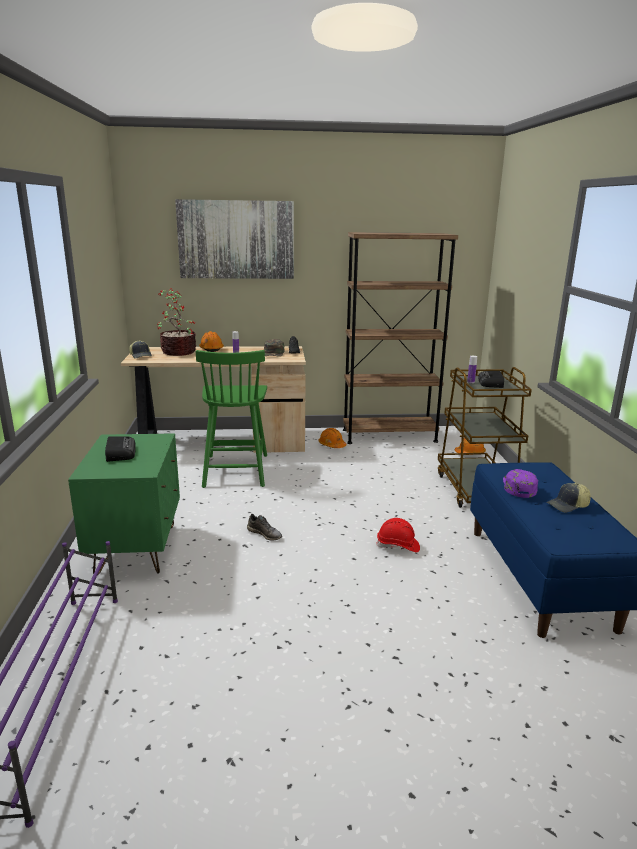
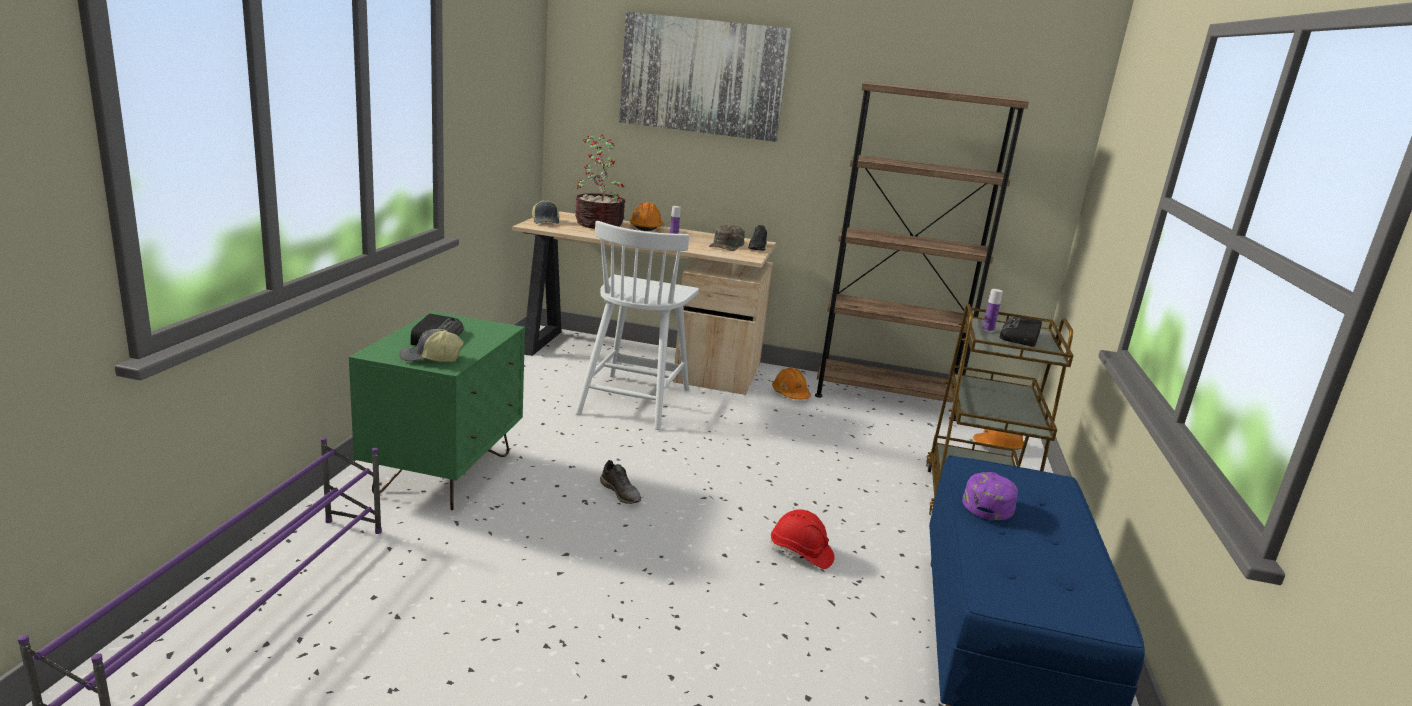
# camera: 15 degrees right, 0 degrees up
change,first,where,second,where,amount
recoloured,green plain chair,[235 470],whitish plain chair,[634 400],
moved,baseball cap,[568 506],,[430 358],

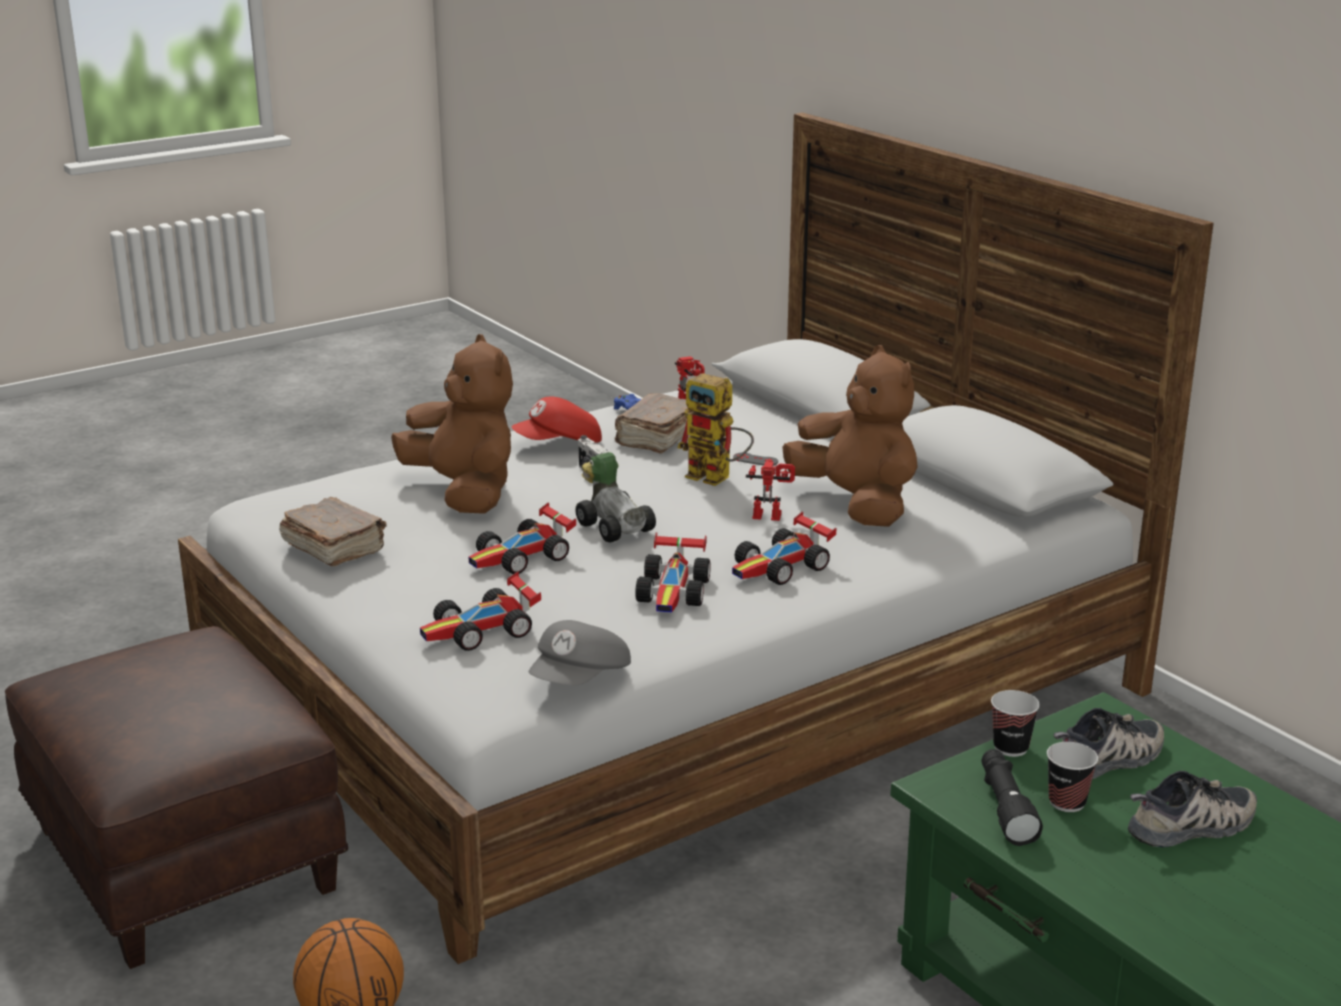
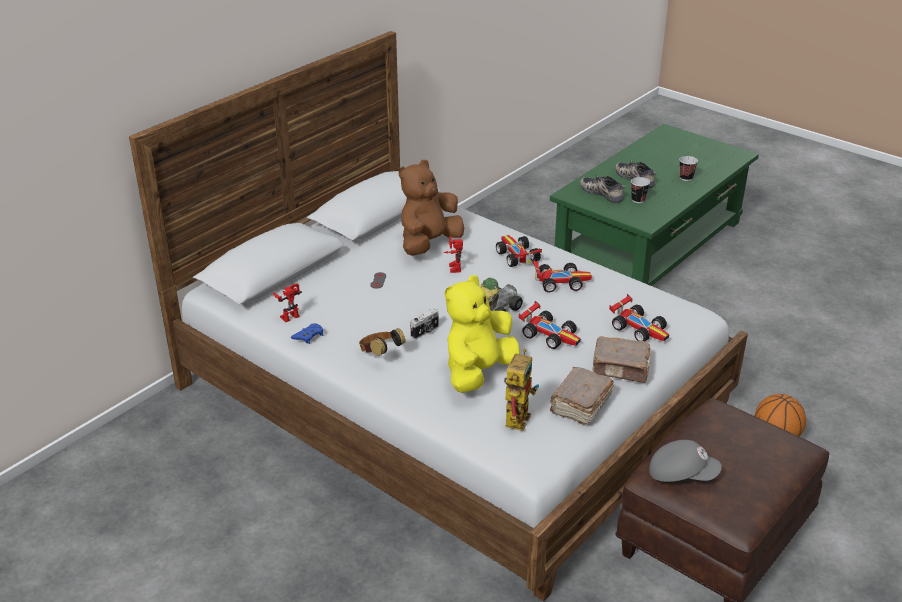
# camera: 105 degrees left, 10 degrees up
change,first,where,second,where,amount
recoloured,brown plush toy,[464 493],yellow-coloured plush toy,[478 373],
replaced,red baseball cap,[559 444],pair of headphones,[380 354],
moved,gray baseball cap,[581 680],,[682 474],
moved,brown volume,[657 438],,[621 368],
moved,model robot,[717 478],,[517 415],
turned,model car,[782 568],,[516 256],150 degrees counterclockwise
removed,black torch,[1005 807],,,
moved,small cup,[1010 747],,[686 178],

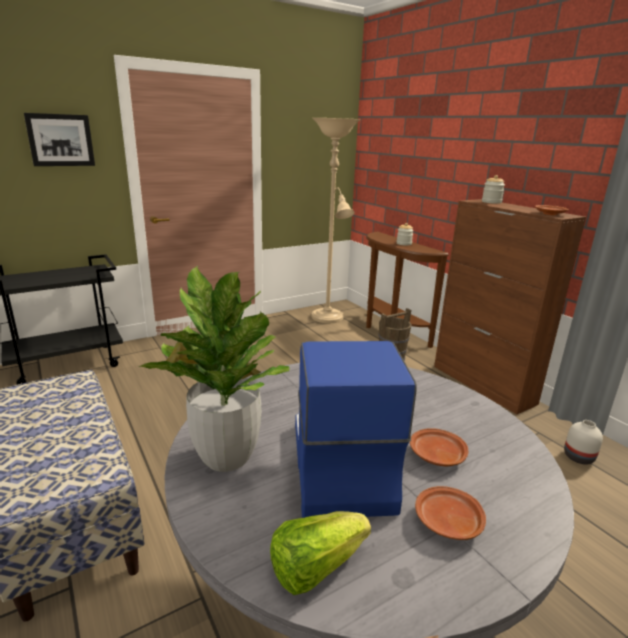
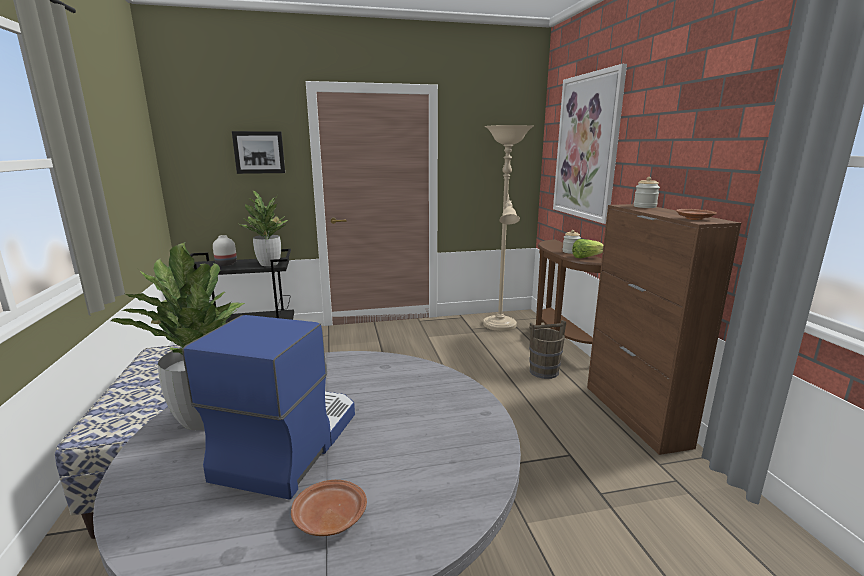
# camera: 20 degrees right, 5 degrees down
change,first,where,second,where,amount
moved,lettuce,[315 567],,[586 257],
removed,brown dinner plate,[436 455],,,
moved,whitish decorative vase,[579 457],,[226 264],
added,,,houseplant,[269 264],
added,,,picture,[587 147],

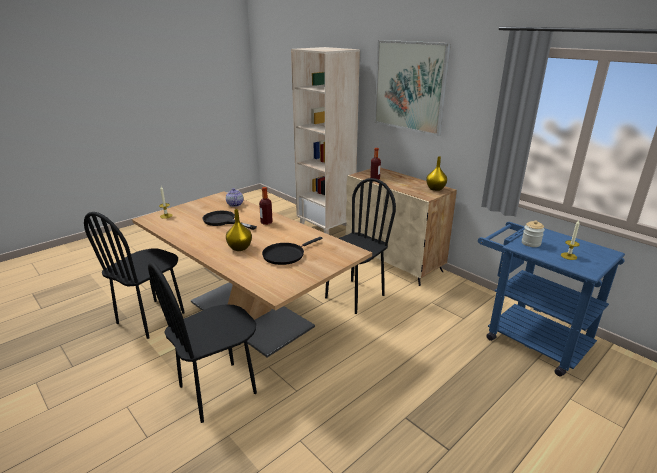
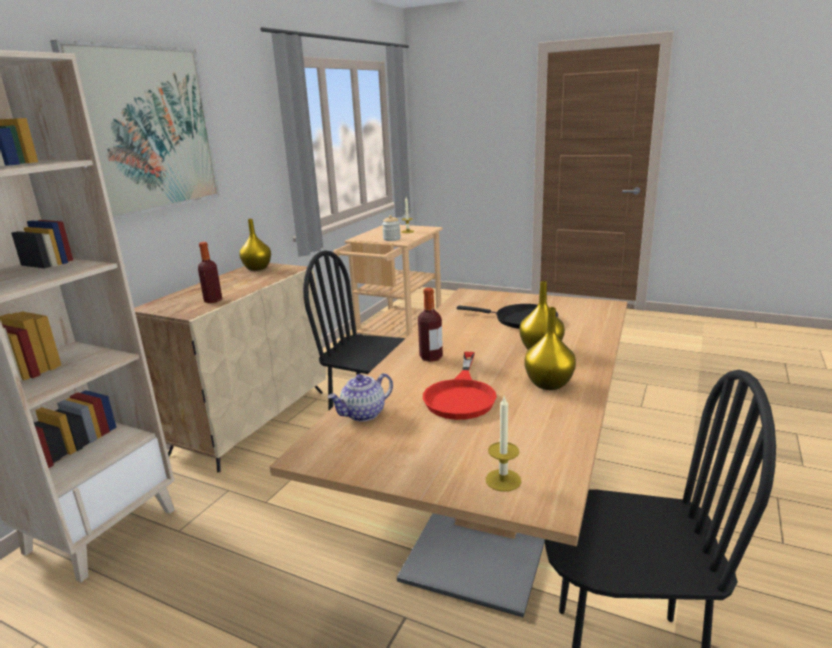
# camera: 110 degrees left, 5 degrees down
change,first,where,second,where,amount
removed,black plain chair,[218 390],,,
recoloured,black skillet,[223 221],red skillet,[461 395],
recoloured,blue wheeled cart,[528 338],beige wheeled cart,[396 335],
added,,,yellow-coloured decorative vase,[548 384],

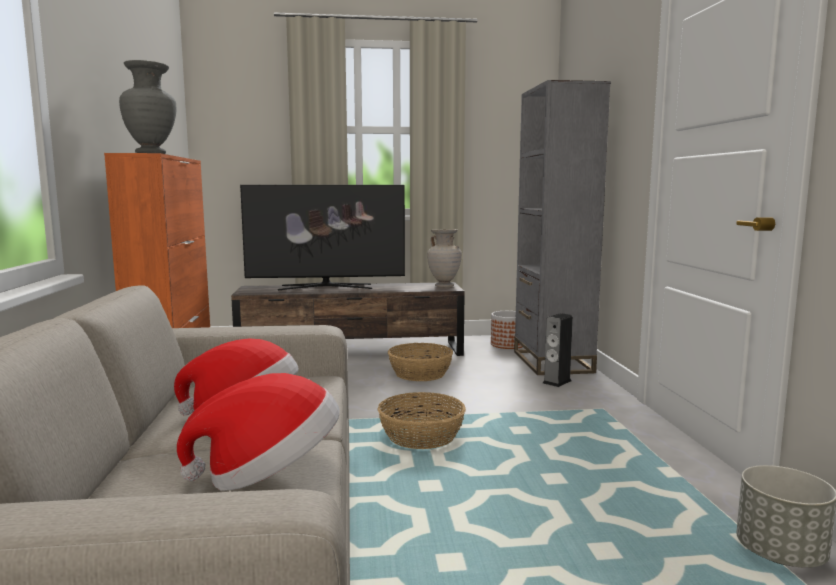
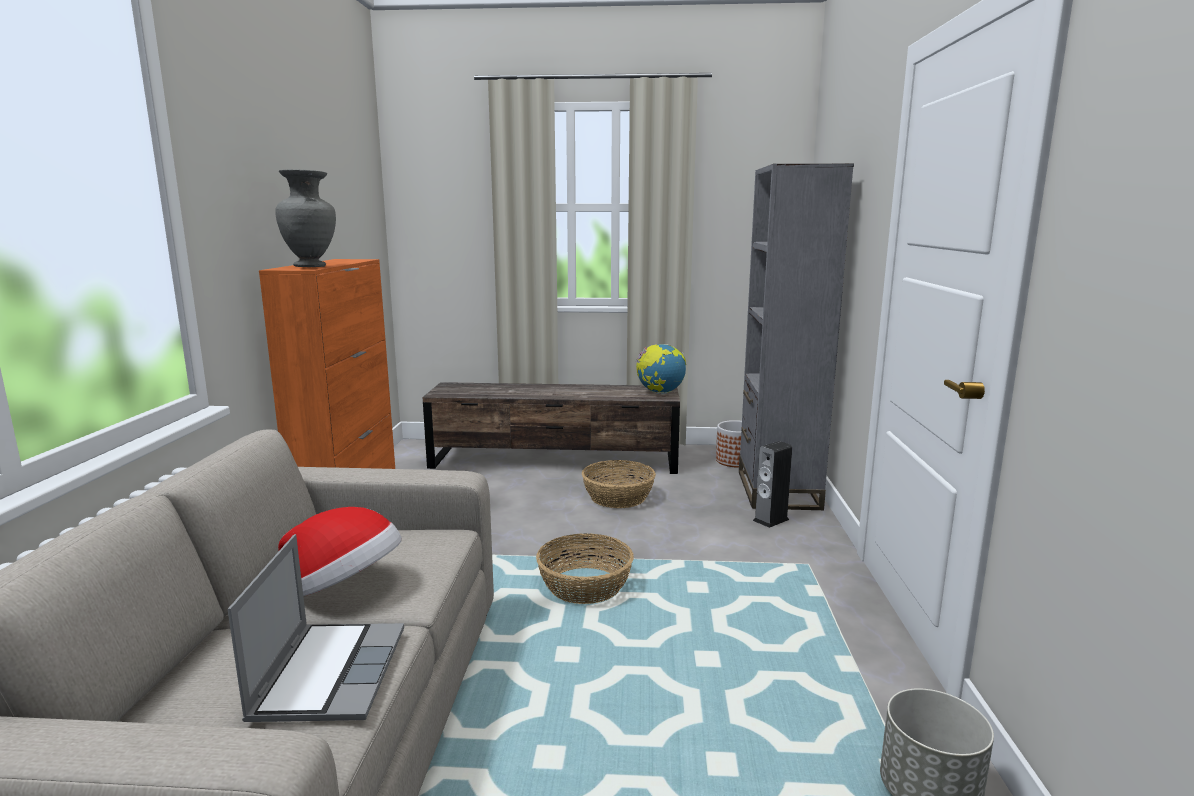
# camera: 10 degrees right, 5 degrees up
change,first,where,second,where,amount
replaced,clothing hat,[269 474],portable computer,[329 673],
removed,TV,[325 287],,,
replaced,beige decorative vase,[444 286],world globe,[660 393],

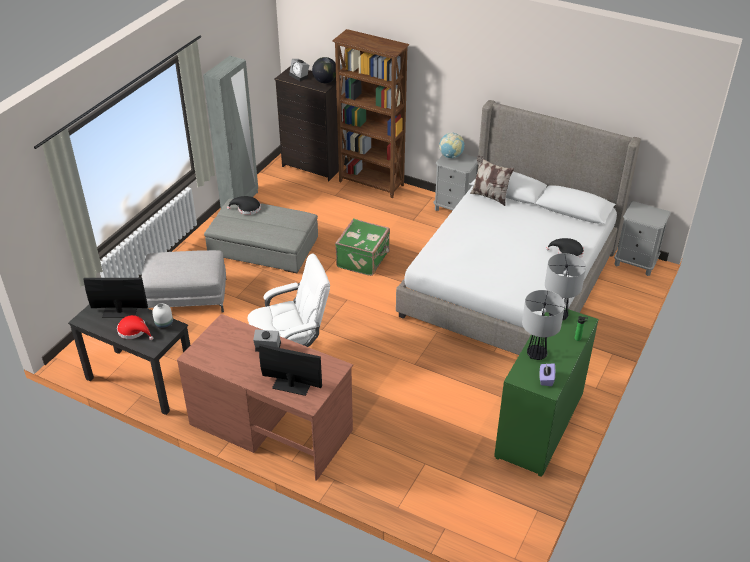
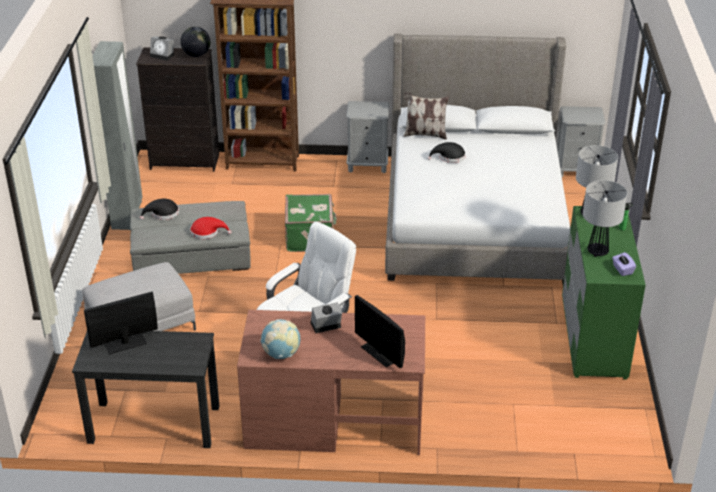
# camera: 25 degrees left, 5 degrees down
change,first,where,second,where,amount
moved,red clothing hat,[134 331],,[207 232],
removed,whitish decorative vase,[164 324],,,
turned,computer screen,[291 386],,[380 353],120 degrees counterclockwise
moved,world globe,[451 156],,[281 354],
moved,black clothing hat,[567 252],,[449 157],

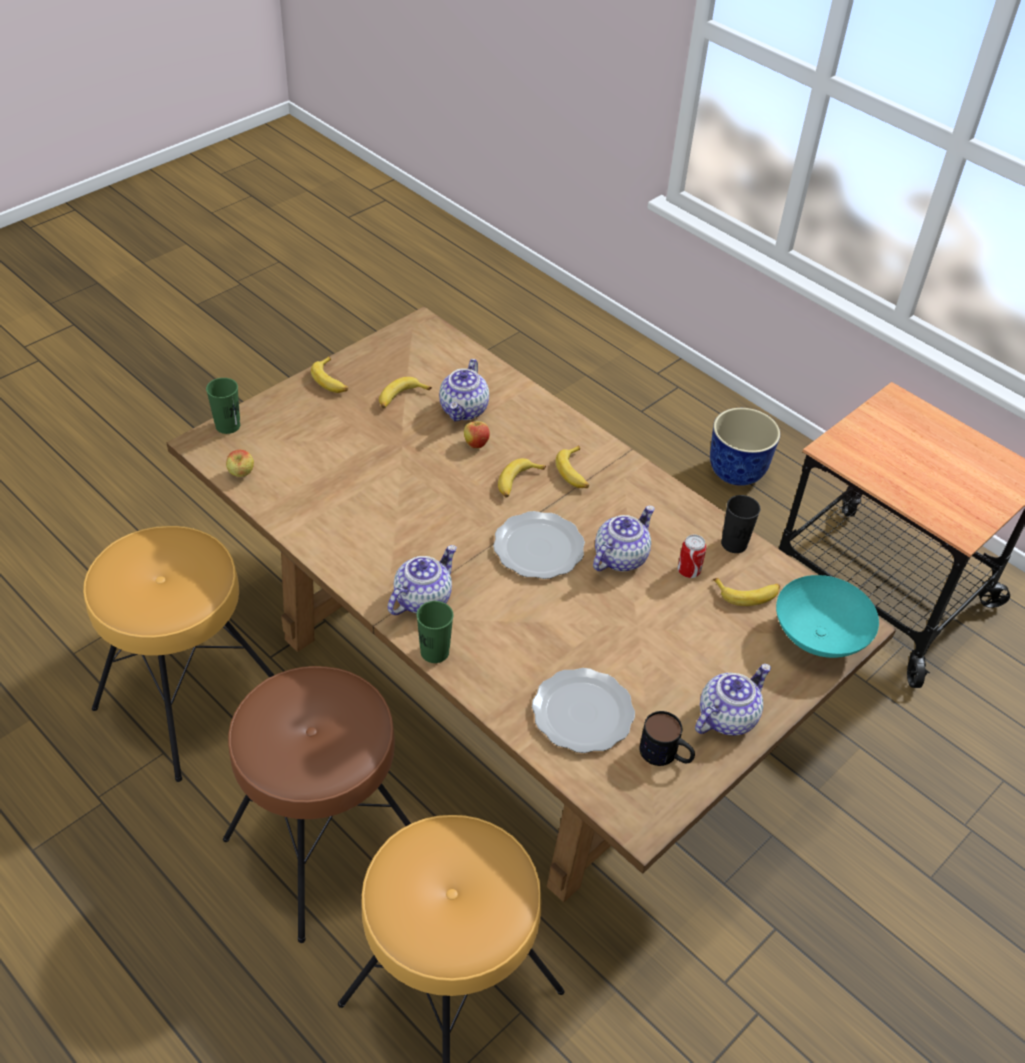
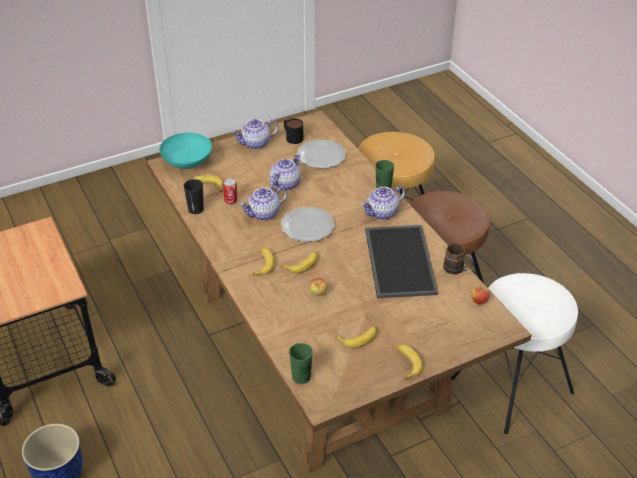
# camera: 160 degrees left, 5 degrees down
change,first,where,second,where,amount
recoloured,brown sitting stool,[189 698],whitish sitting stool,[512 386],
moved,green small cup,[228 426],,[301 377],
moved,teapot,[464 410],,[285 184],
added,,,carrying tray,[398 260],
added,,,brown coffee mug,[457 270],

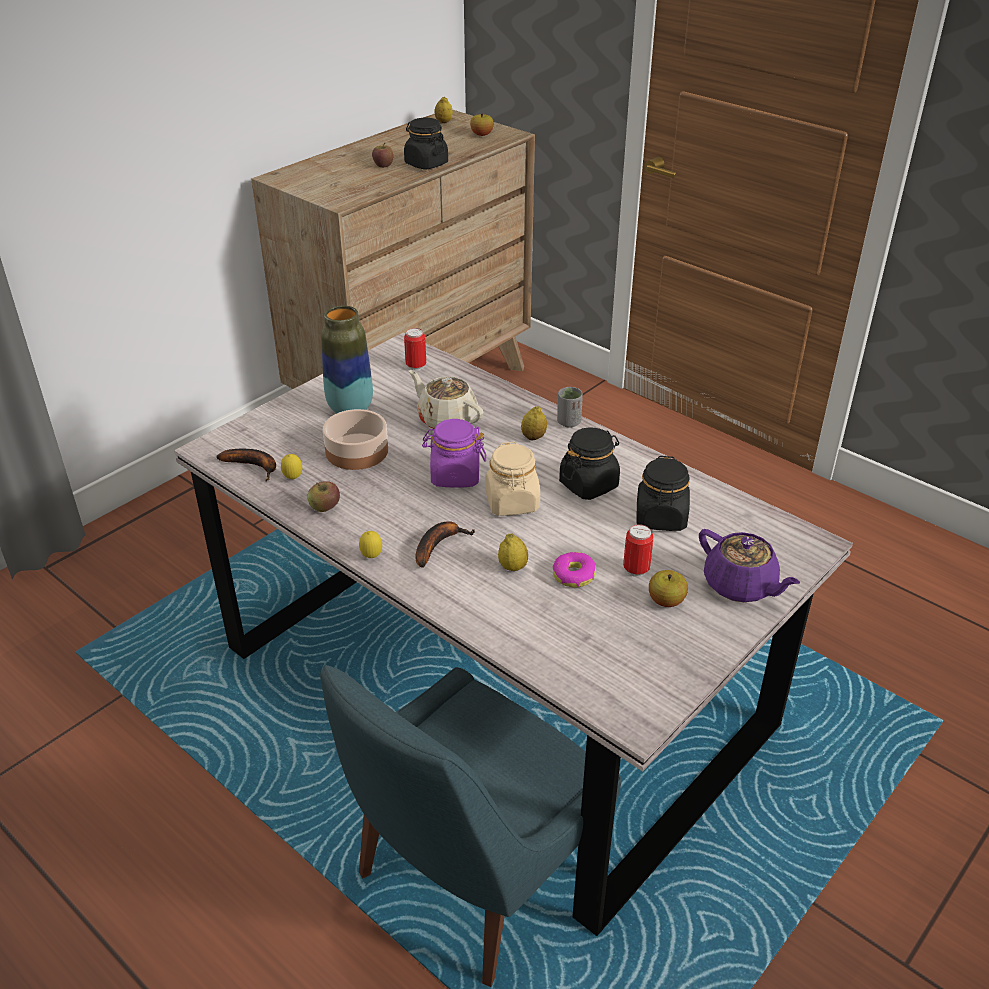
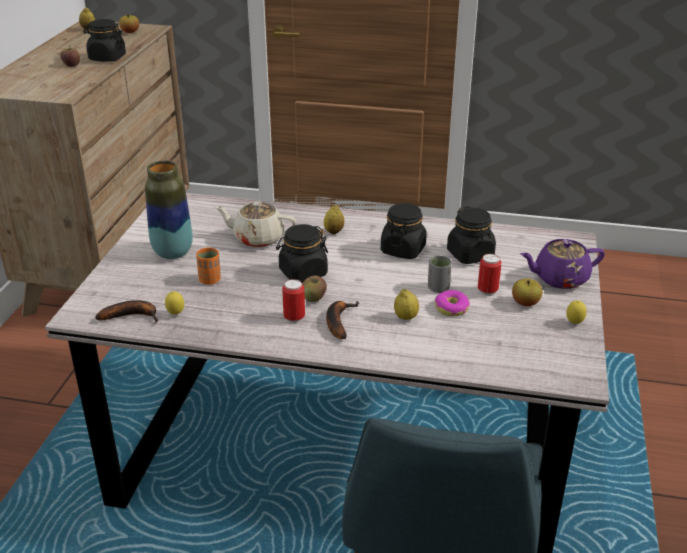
# camera: 30 degrees left, 5 degrees down
change,first,where,second,where,amount
moved,whole apple,[325 507],,[314 298],
replaced,serving bowl,[357 452],orange-coloured small cup,[210 280],
moved,citrus fruit,[371 557],,[574 323],
moved,metal can,[416 366],,[294 318],
recoloured,purple-coloured jar,[455 476],black jar,[303 273],
removed,beige jar,[512 502],,,
moved,gray small cup,[568 422],,[438 288],
turned,purple-coloured teapot,[741 586],,[559 278],150 degrees clockwise

